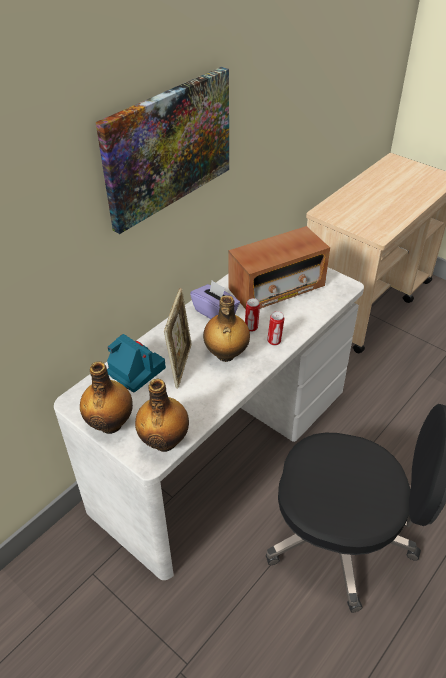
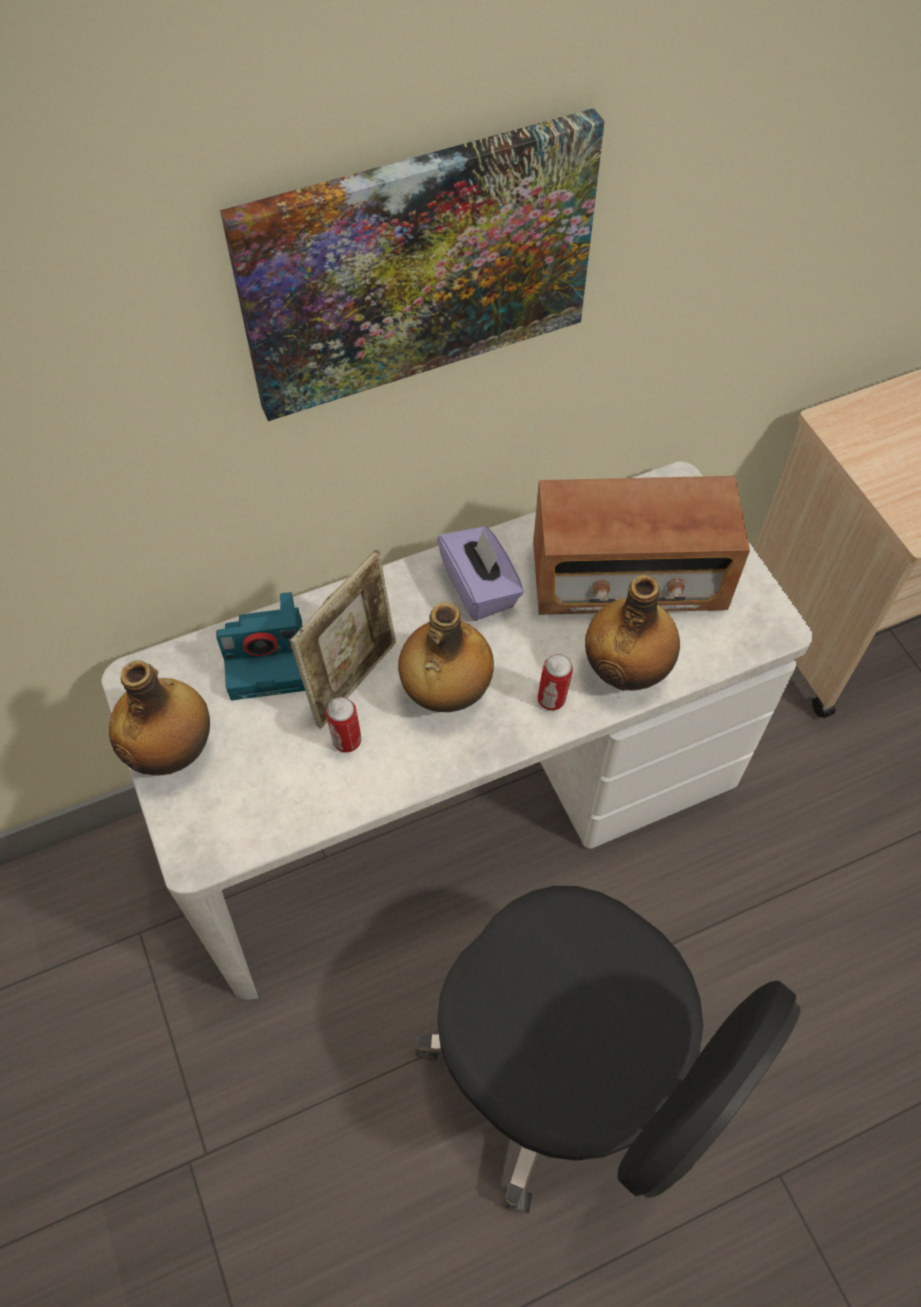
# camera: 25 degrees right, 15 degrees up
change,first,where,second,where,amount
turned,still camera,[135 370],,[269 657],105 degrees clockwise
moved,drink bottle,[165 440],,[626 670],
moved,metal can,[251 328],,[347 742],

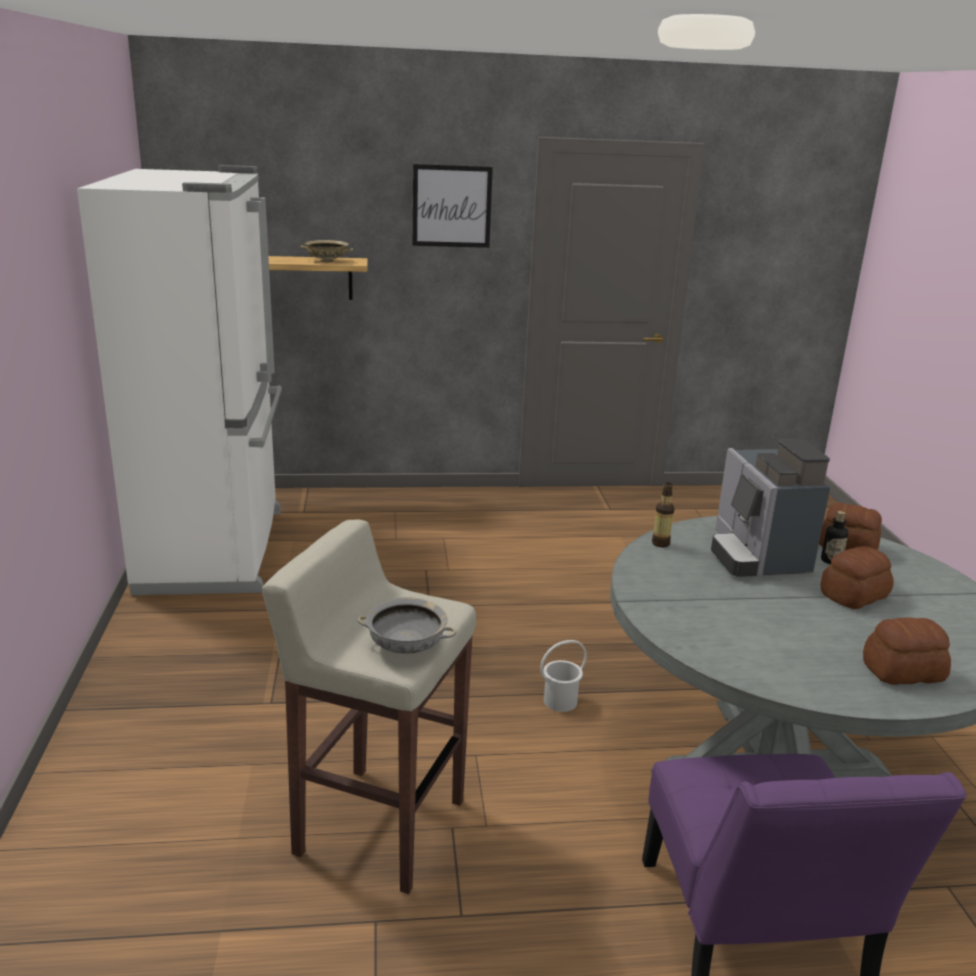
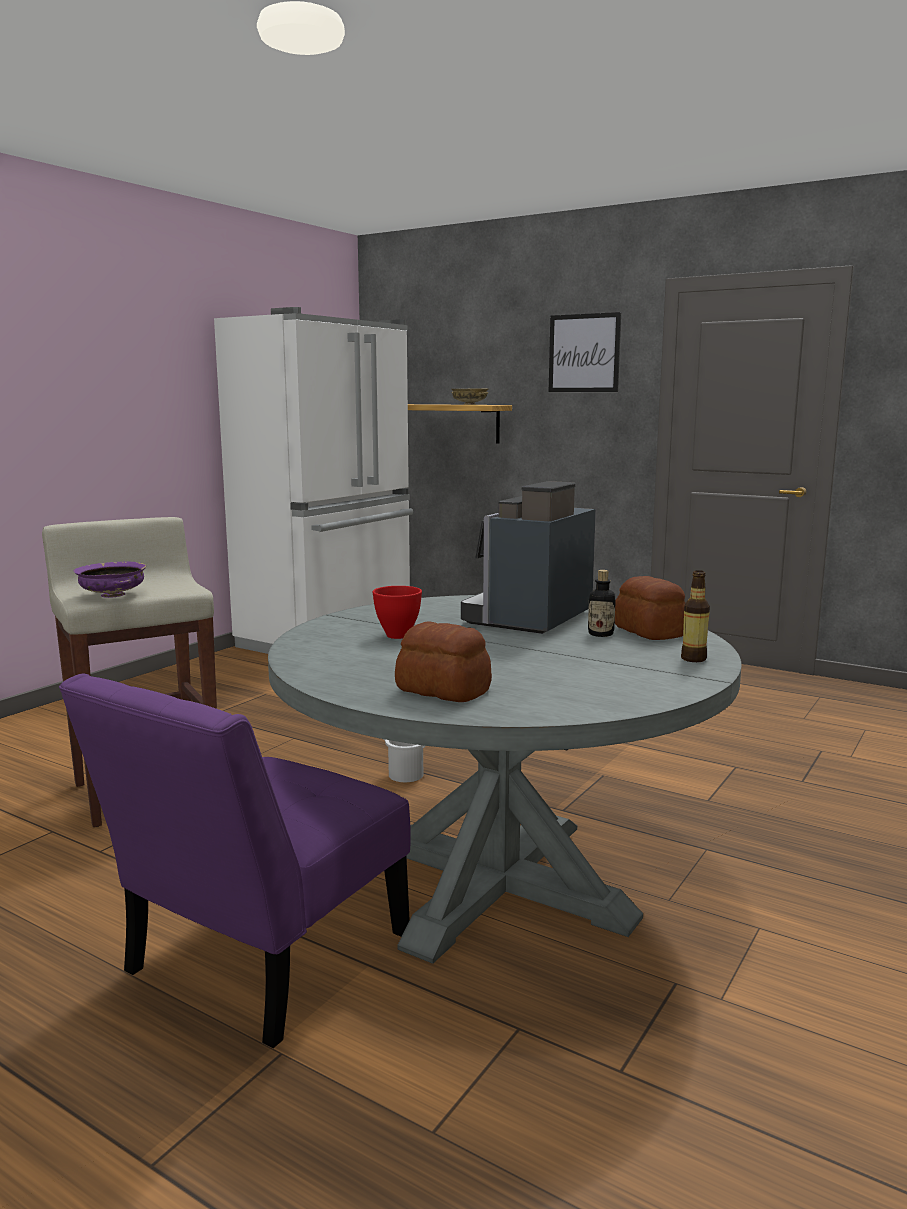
# camera: 40 degrees right, 10 degrees down
change,first,where,second,where,amount
recoloured,gray serving bowl,[407 646],purple-coloured serving bowl,[113 595],
moved,drink bottle,[660 543],,[693 659],
removed,bakery bread,[855 596],,,
added,,,red serving bowl,[397 636],

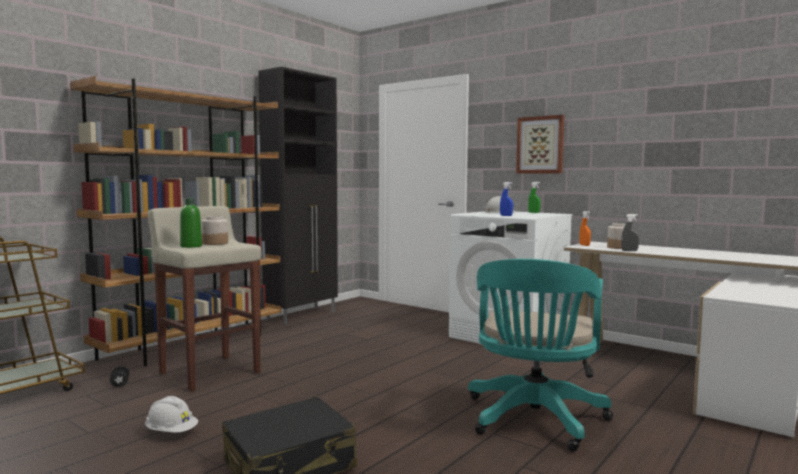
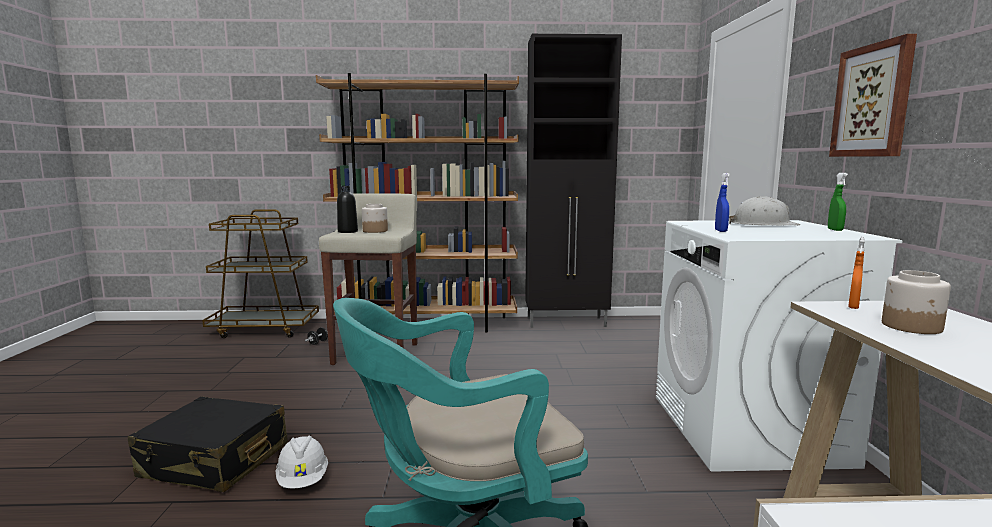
# camera: 50 degrees right, 5 degrees up
change,first,where,second,where,amount
moved,whitish safety helmet,[171 433],,[303 480],
recoloured,green drink bottle,[191 246],black drink bottle,[347 231],
removed,gray hand sprayer,[629 251],,,

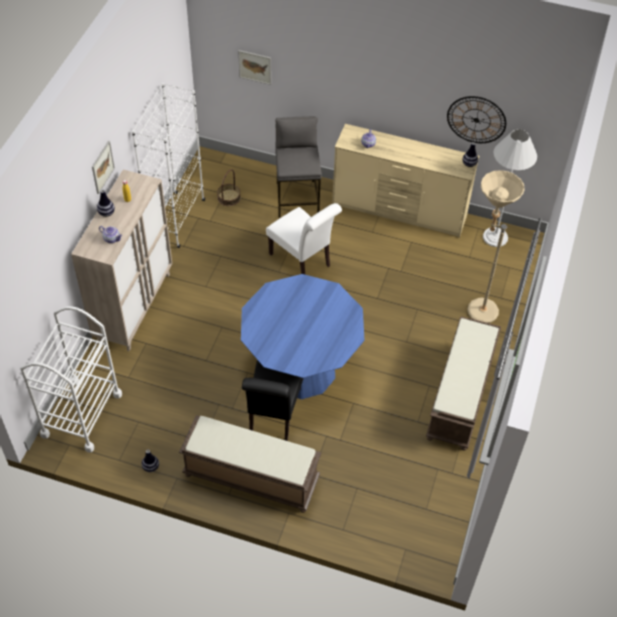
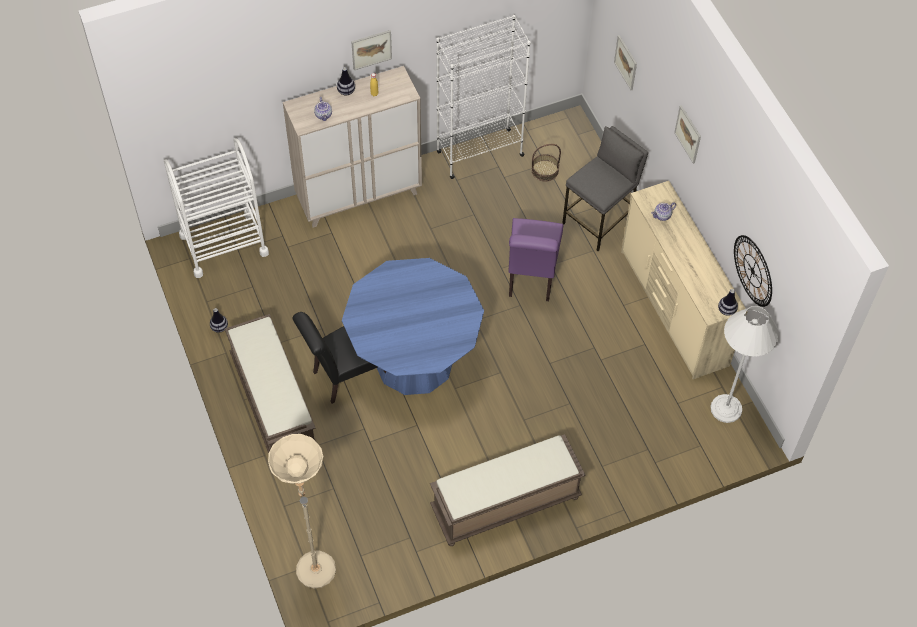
# camera: 50 degrees right, 5 degrees up
change,first,where,second,where,amount
recoloured,whitish plain chair,[303 262],purple-coloured plain chair,[531 278],
moved,beige floor lamp,[476 308],,[314 561],
added,,,picture,[688 134],

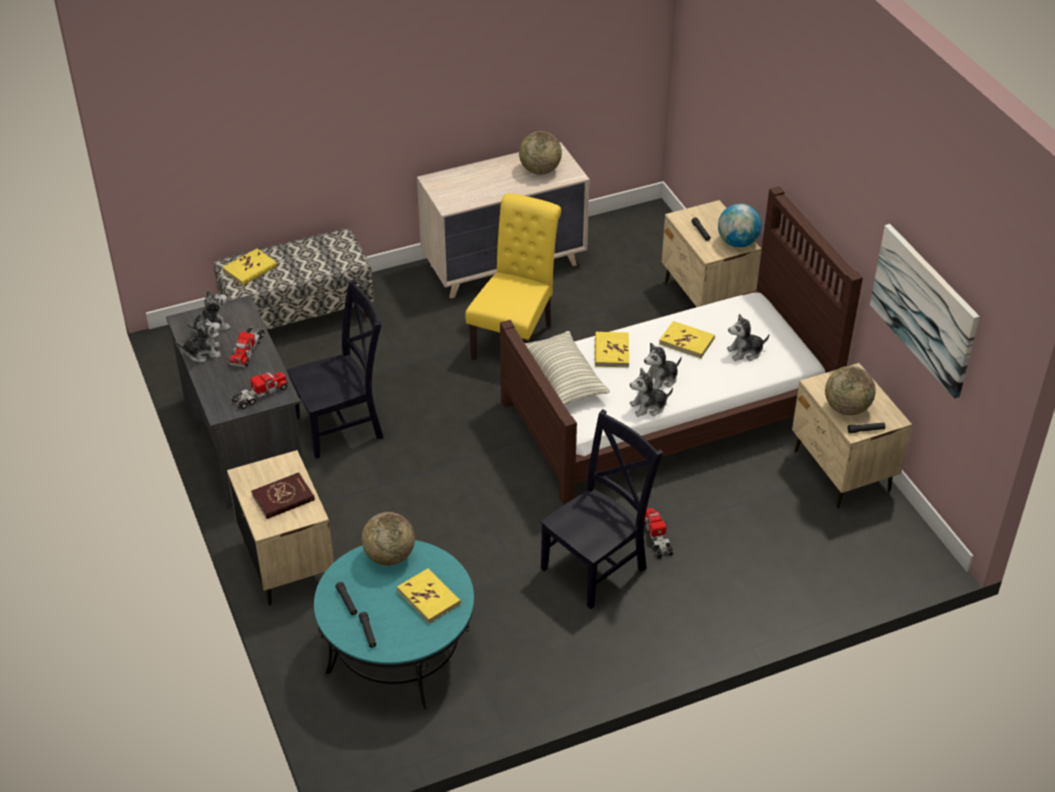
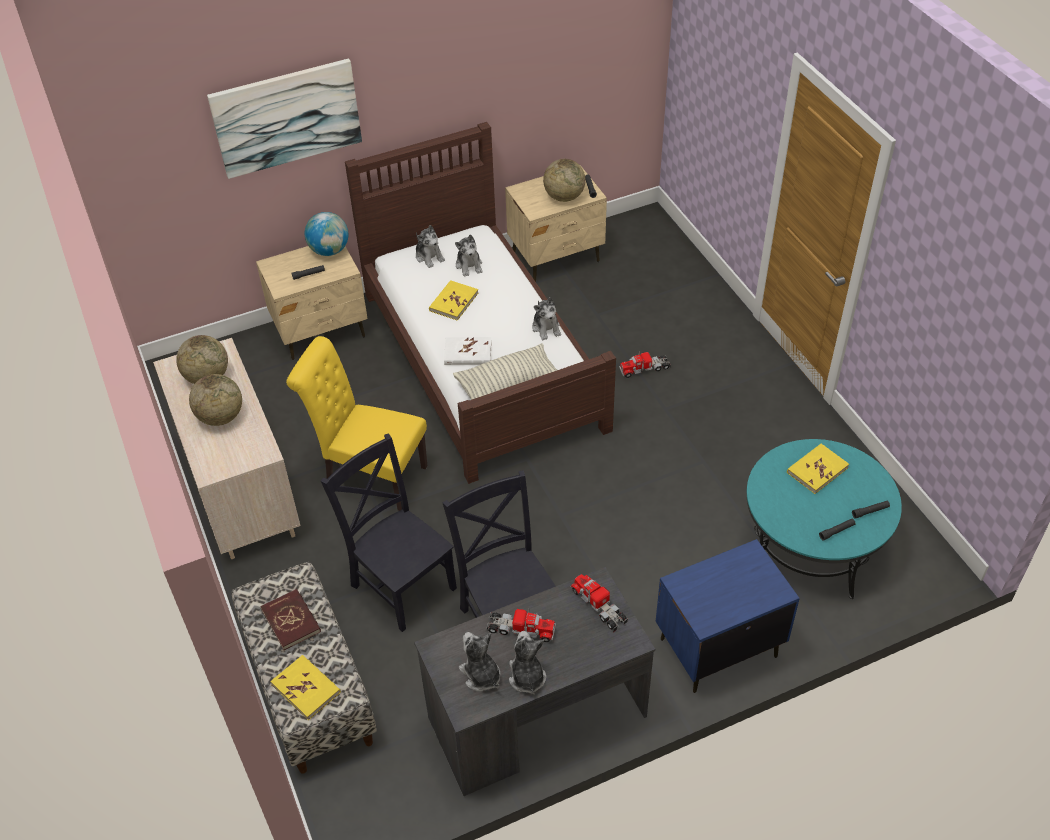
# camera: 90 degrees left, 5 degrees up
change,first,where,second,where,amount
recoloured,beige night table,[287 563],blue night table,[717 648],
moved,red volume,[283 498],,[291 621],
moved,world globe,[389 556],,[220 417],
moved,black plain chair,[597 566],,[401 583],
recoloured,yellow-coloured volume,[611 351],whitish volume,[468 353],
moved,plush toy,[661 379],,[429 256],
moved,picture,[924 309],,[286 117],

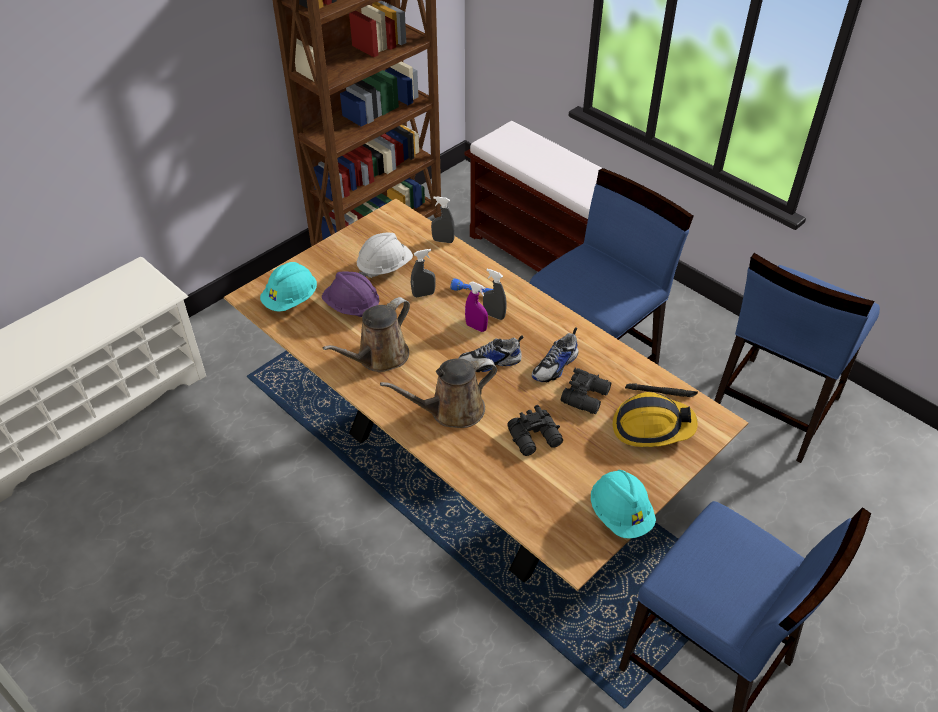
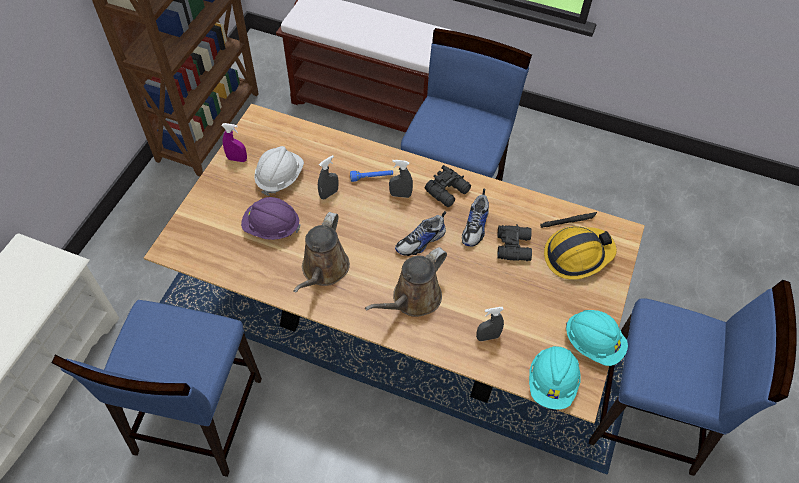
# camera: 25 degrees left, 10 degrees up
change,first,where,second,where,amount
moved,blue-green safety helmet,[291 300],,[552 383],
moved,gray hand sprayer,[443 241],,[487 337],
moved,purple-coloured hand sprayer,[476 327],,[237 159],
moved,black pair of binoculars,[536 438],,[448 191],
moved,blue plain chair,[773 408],,[197 416],

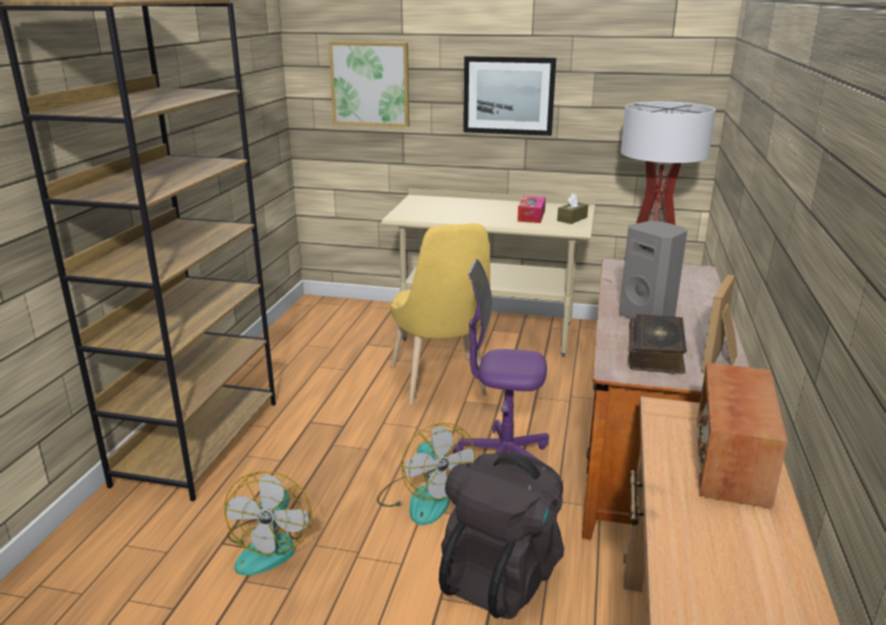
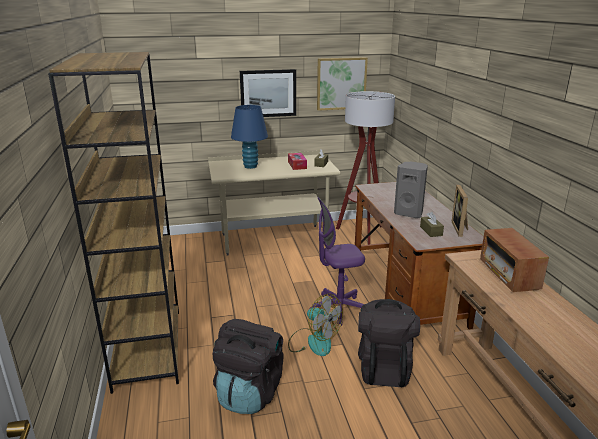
# camera: 25 degrees left, 0 degrees up
change,first,where,second,where,amount
replaced,cooling fan,[270 545],black knapsack,[250 393],
moved,picture,[370 84],,[341 83],
removed,yellow-coloured plain chair,[440 384],,,
replaced,volume,[656 353],brown tissue holder,[431 231],
added,,,blue lamp for a table,[250 166],

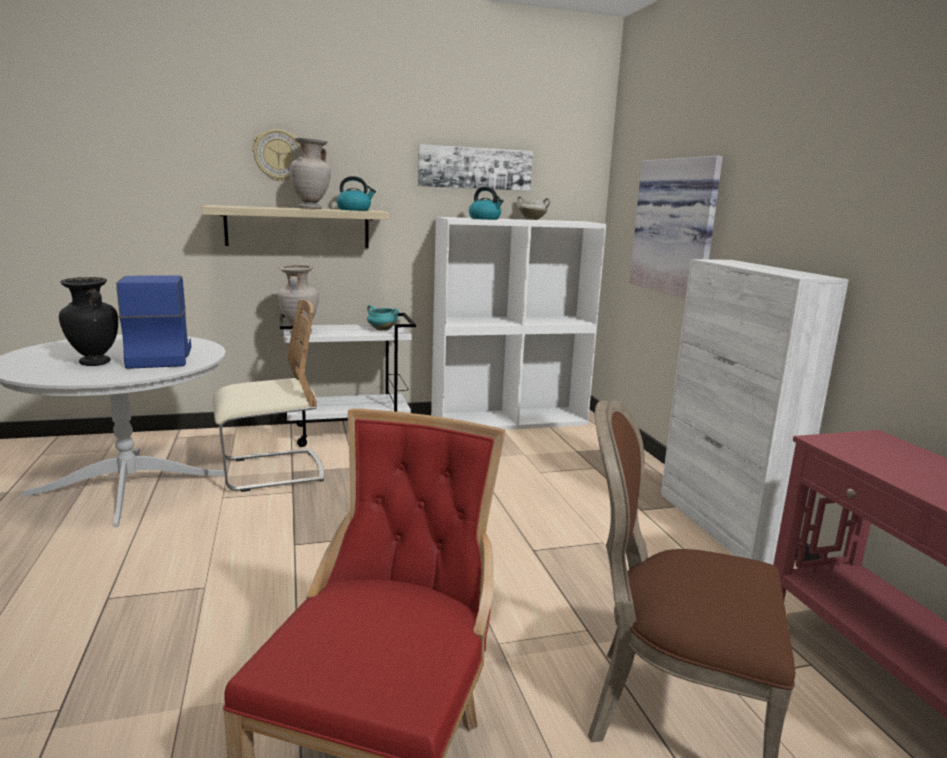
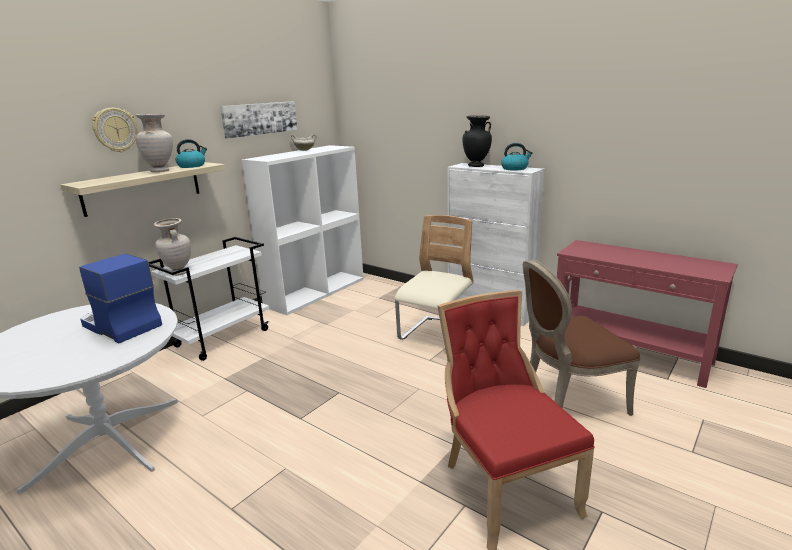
# camera: 35 degrees left, 5 degrees up
change,first,where,second,where,amount
moved,black decorative vase,[94 363],,[476 166],
moved,beige plain chair,[271 471],,[436 335],
removed,blue-green cooking pot,[381 330],,,
moved,kettle,[485 219],,[515 168],
removed,picture,[677 227],,,

